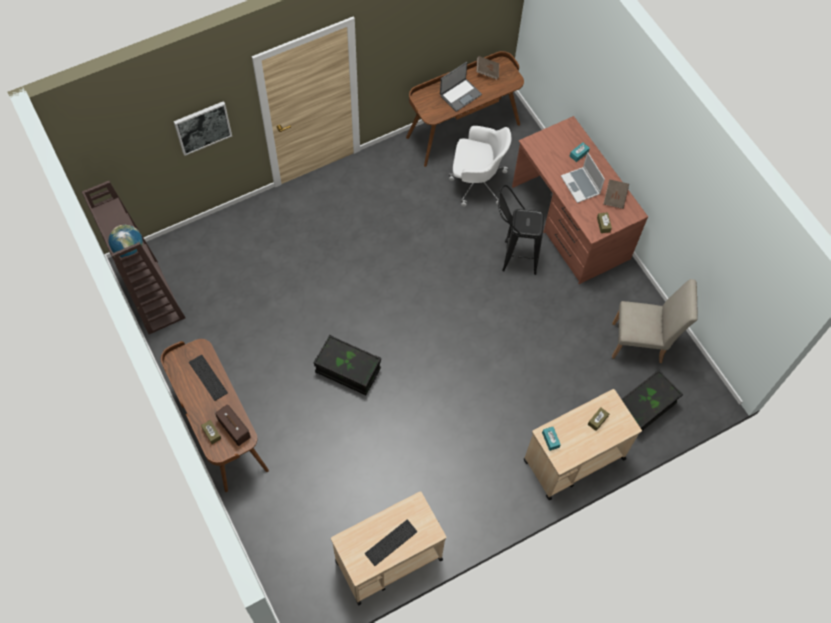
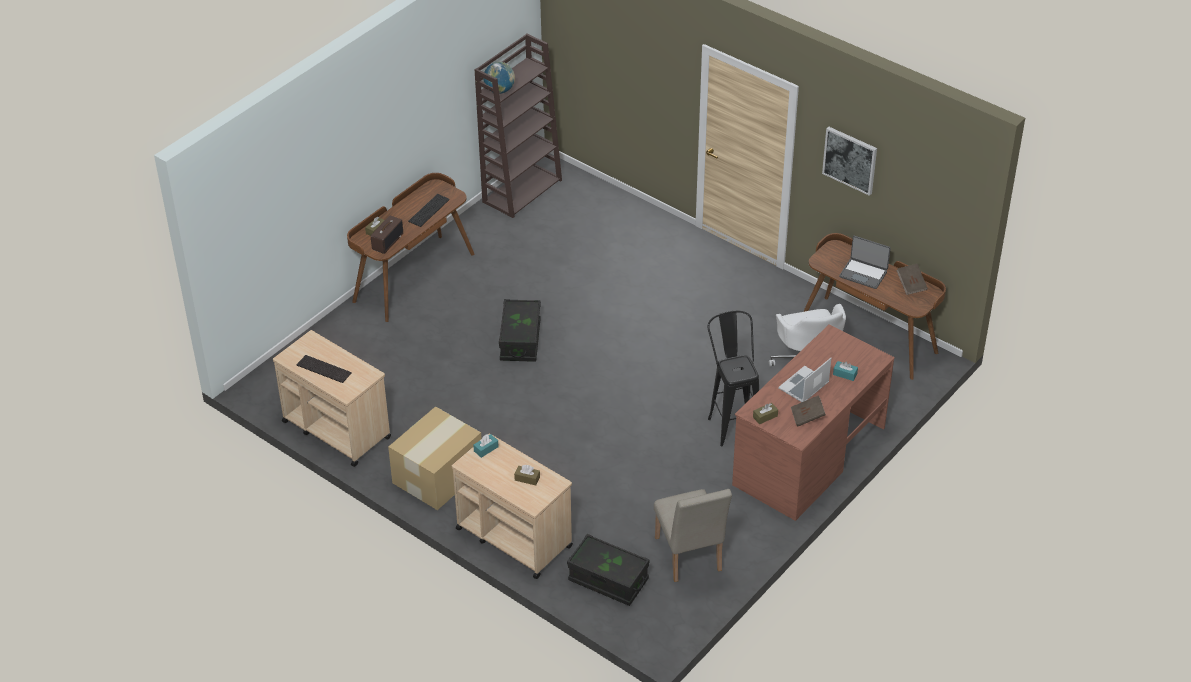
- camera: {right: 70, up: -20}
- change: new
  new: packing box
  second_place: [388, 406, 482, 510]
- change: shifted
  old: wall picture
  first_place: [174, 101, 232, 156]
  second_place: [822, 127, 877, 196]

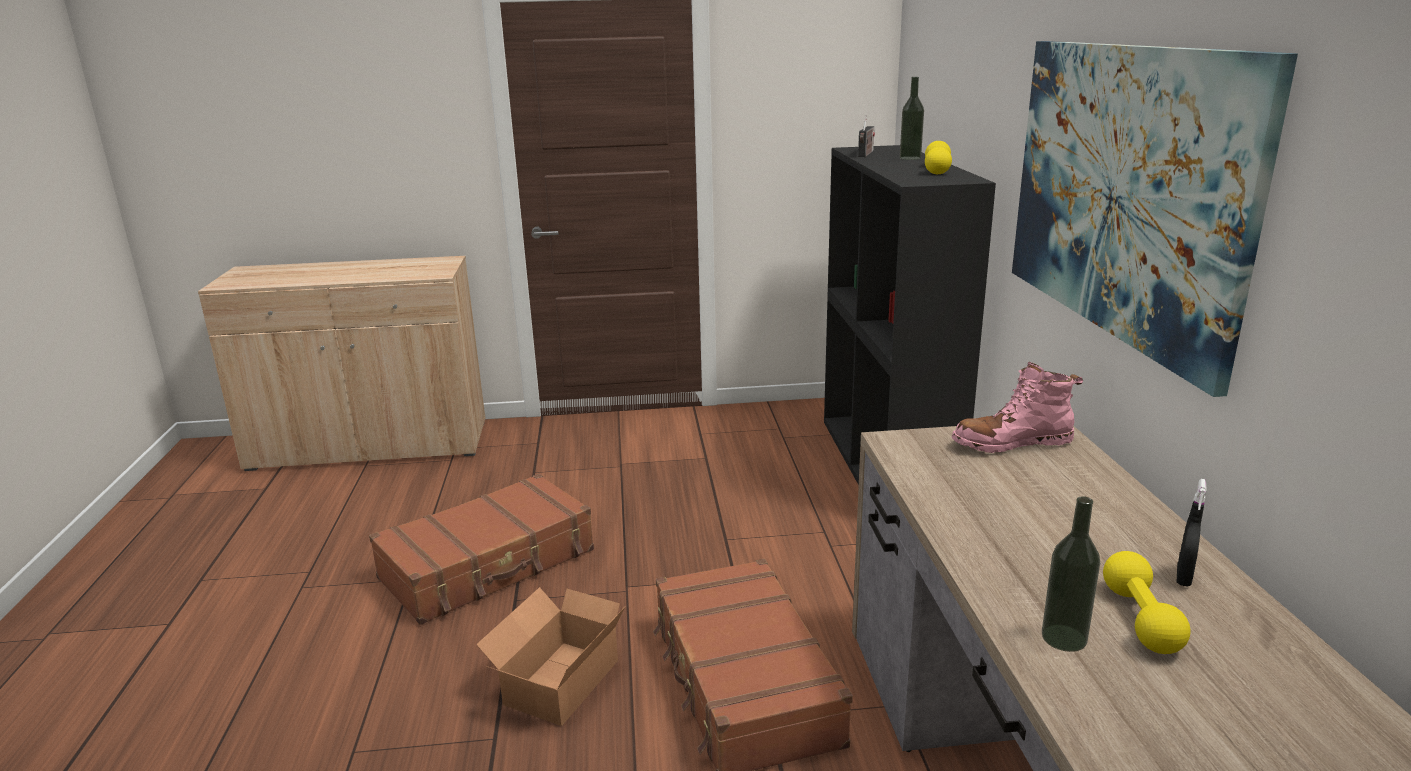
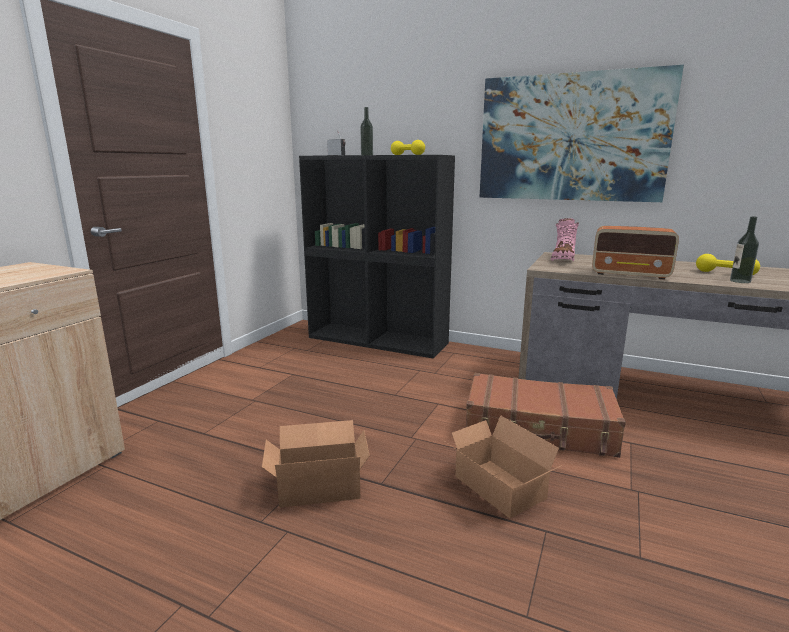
- camera: {right: -60, up: -5}
- change: gone
  old: blackish spray bottle
  first_place: [1177, 479, 1207, 586]
- change: new
  new: radio receiver
  second_place: [592, 226, 679, 280]
- change: swapped
  old: brownish piece of luggage
  new: packing box
  first_place: [369, 474, 594, 625]
  second_place: [262, 420, 370, 508]

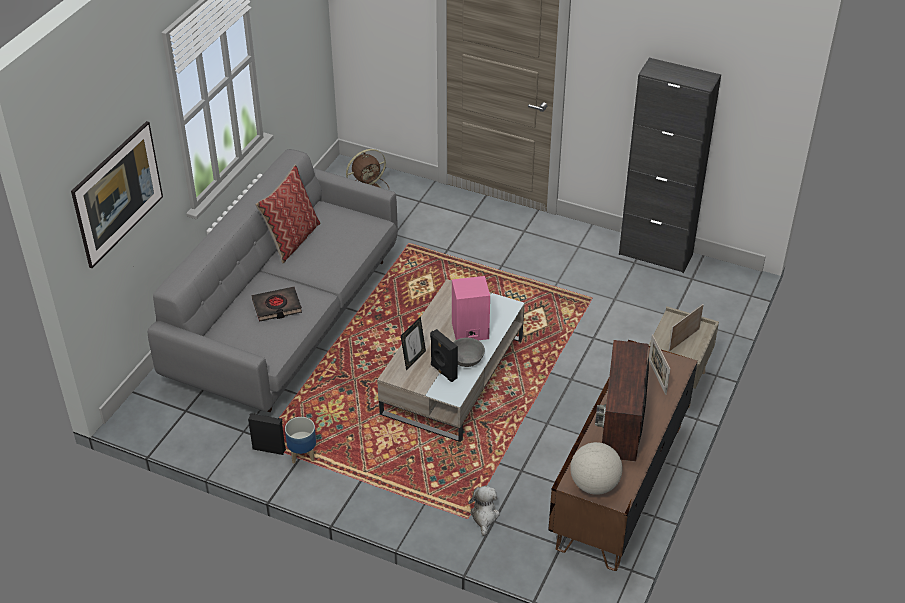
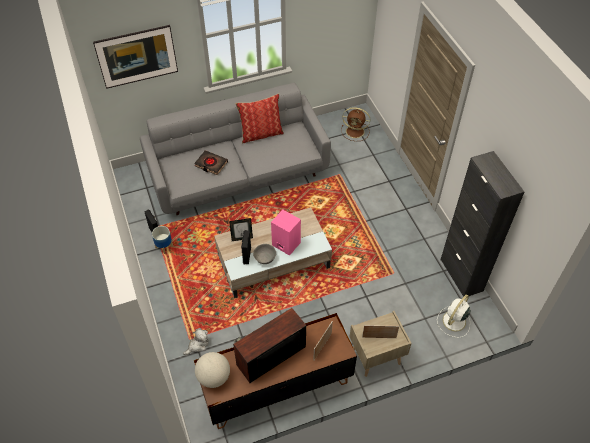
- camera: {right: 45, up: 10}
- change: new
  new: whitish electric fan
  second_place: [437, 294, 471, 338]

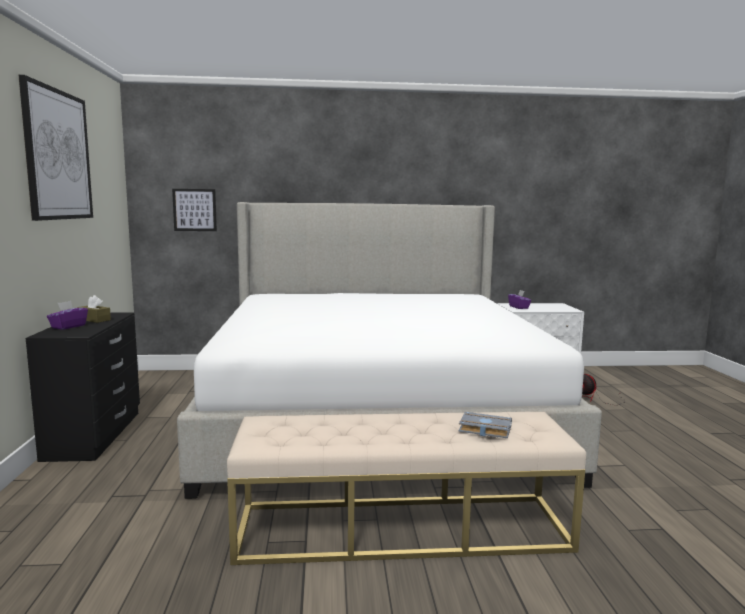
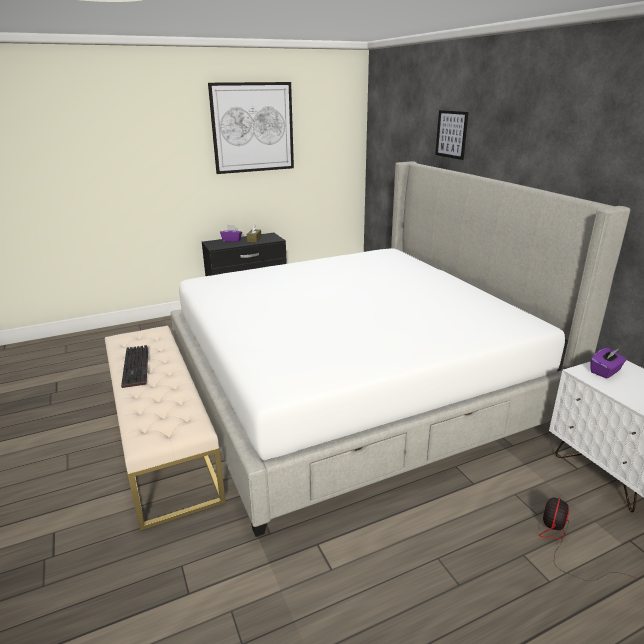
- camera: {right: 70, up: 15}
- change: gone
  old: gray volume
  first_place: [458, 412, 512, 438]
- change: new
  new: keyboard
  second_place: [121, 345, 148, 388]
- change: shifted
  old: wall picture
  first_place: [172, 189, 217, 231]
  second_place: [435, 110, 469, 160]

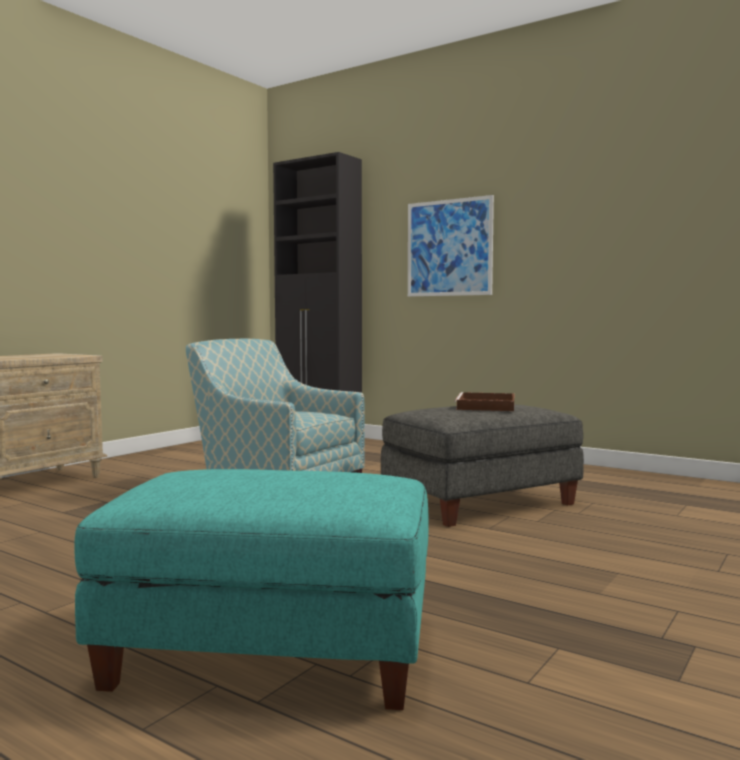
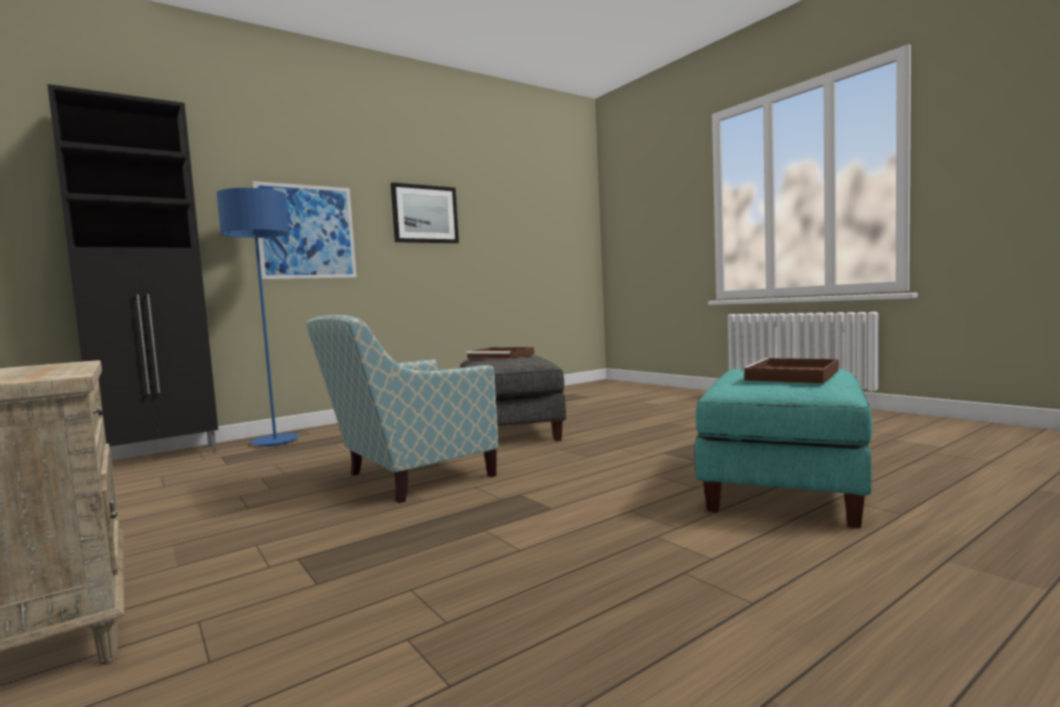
- camera: {right: -70, up: 0}
- change: new
  new: bluish standing lamp
  second_place: [217, 188, 300, 446]
- change: new
  new: wall picture
  second_place: [391, 182, 459, 243]
- change: new
  new: brownish serving tray
  second_place: [741, 358, 838, 383]

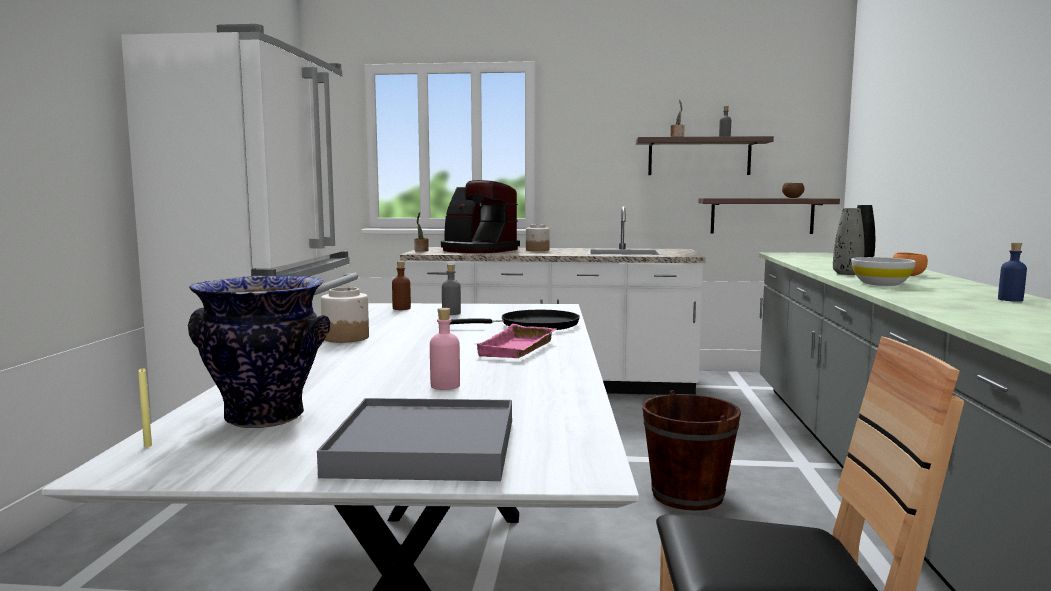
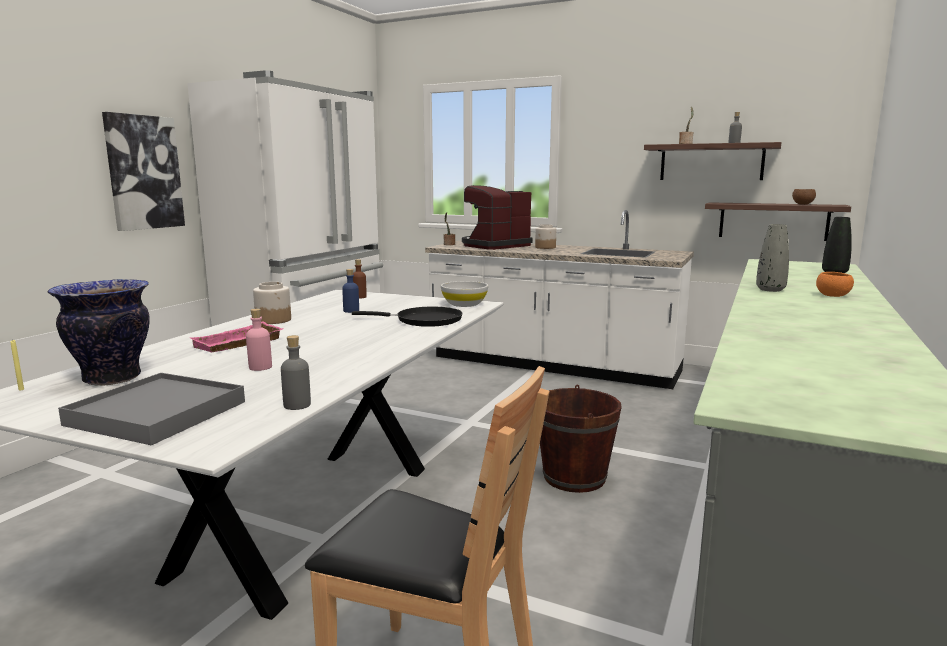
- camera: {right: 20, up: 5}
- change: new
  new: wall picture
  second_place: [102, 112, 185, 231]
- change: shifted
  old: gray bottle
  first_place: [442, 264, 461, 315]
  second_place: [281, 335, 311, 410]
- change: shifted
  old: pink serving tray
  first_place: [477, 324, 557, 358]
  second_place: [190, 322, 283, 352]
- change: shifted
  old: whitish bowl
  first_place: [851, 257, 916, 286]
  second_place: [441, 281, 488, 307]
- change: shifted
  old: bluish bottle
  first_place: [998, 243, 1027, 302]
  second_place: [342, 269, 359, 313]
- change: rotated
  old: coffee machine
  first_place: [441, 180, 520, 253]
  second_place: [462, 185, 533, 250]
  degrees: 90

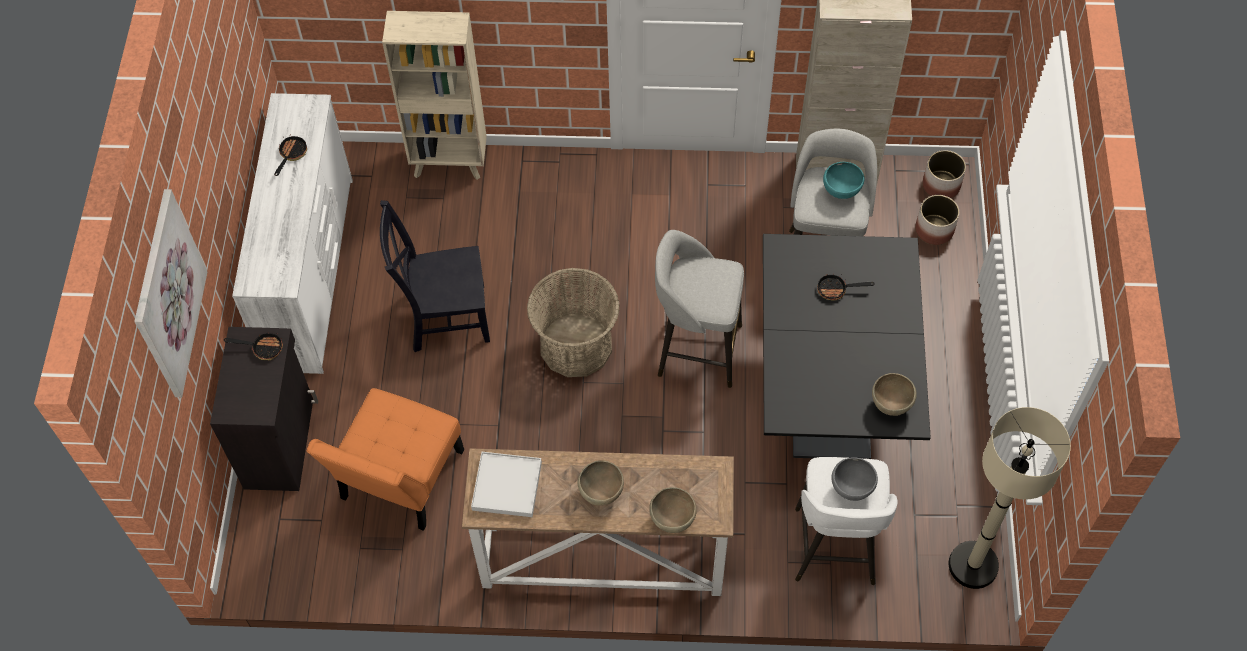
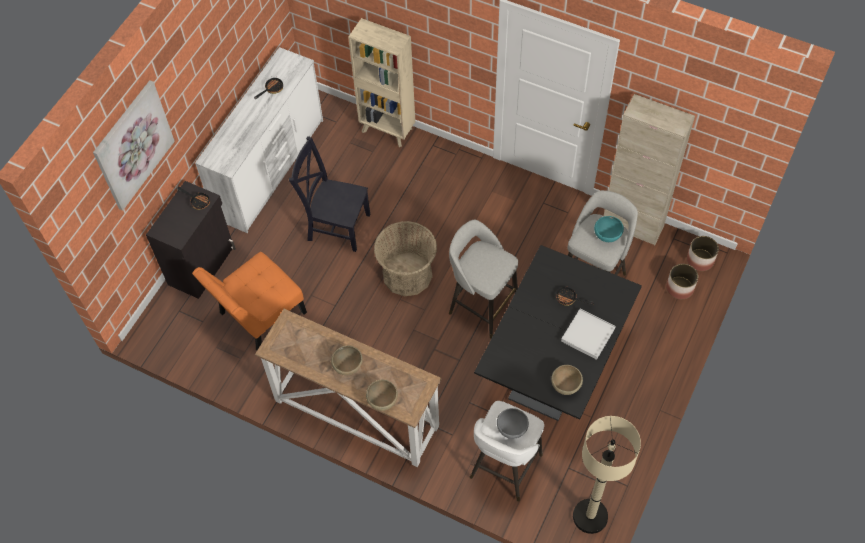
- camera: {right: 25, up: 0}
- change: shifted
  old: whitish serving tray
  first_place: [471, 452, 542, 517]
  second_place: [561, 308, 616, 360]

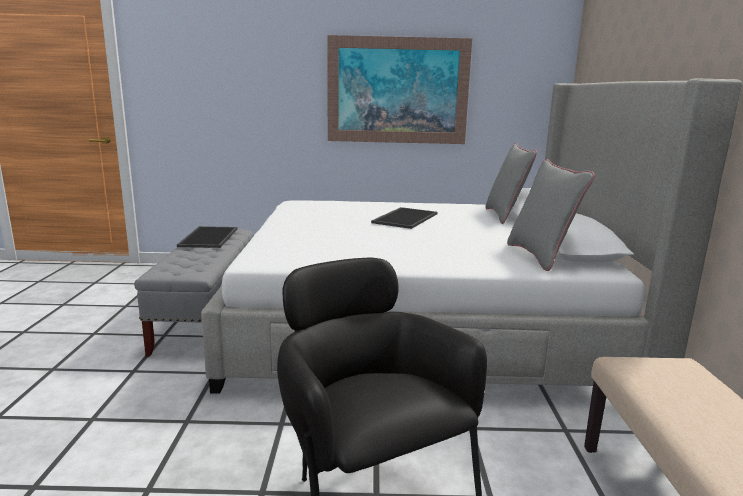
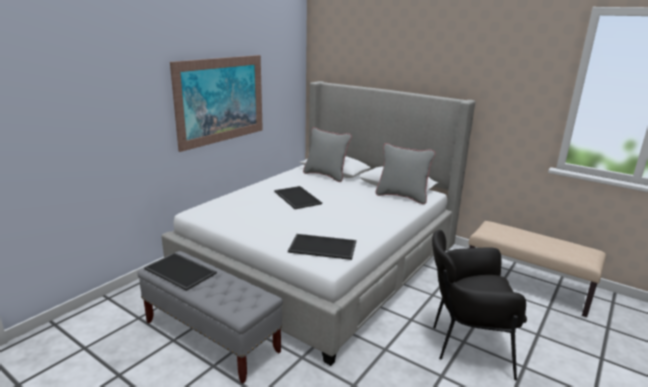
- camera: {right: -55, up: 5}
- change: new
  new: serving tray
  second_place: [288, 234, 356, 260]

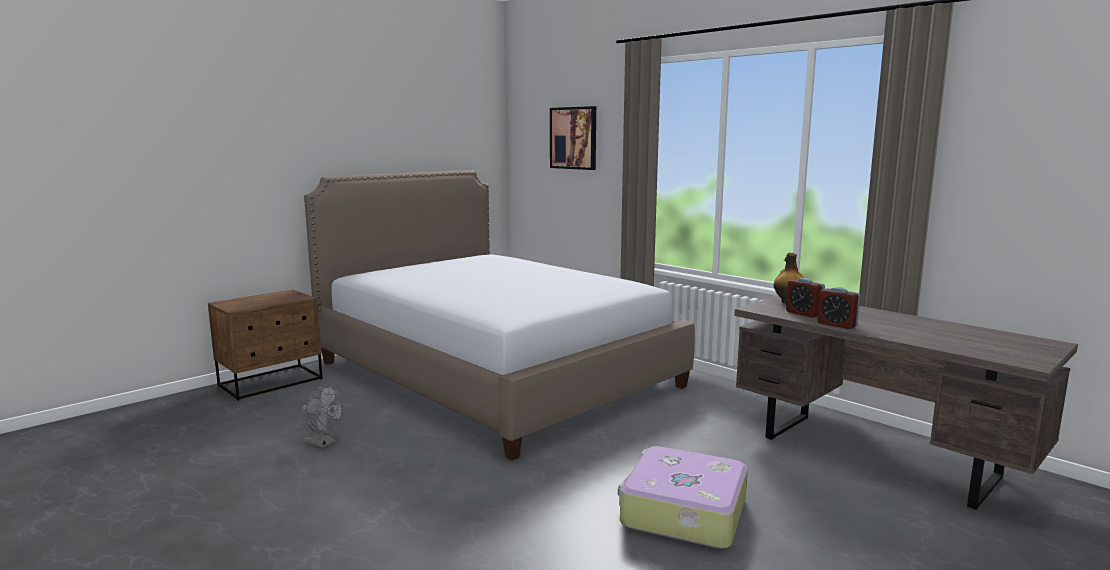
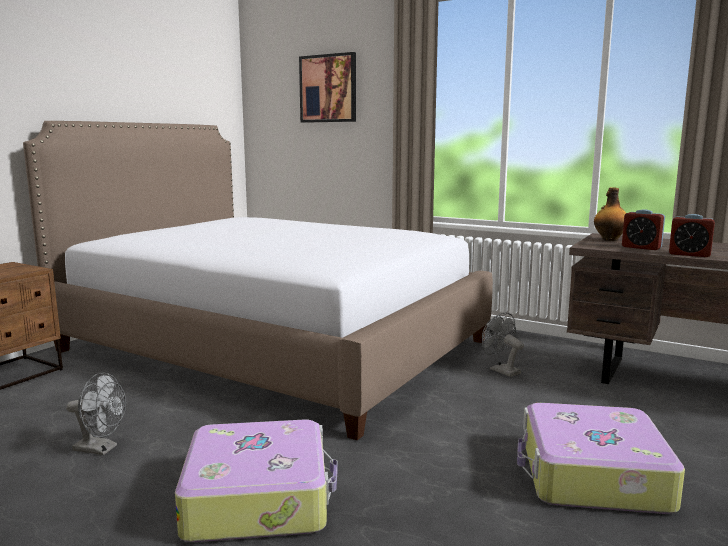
- camera: {right: -15, up: 0}
- change: new
  new: piece of luggage
  second_place: [175, 420, 338, 542]
- change: new
  new: gray electric fan
  second_place: [482, 313, 524, 377]

